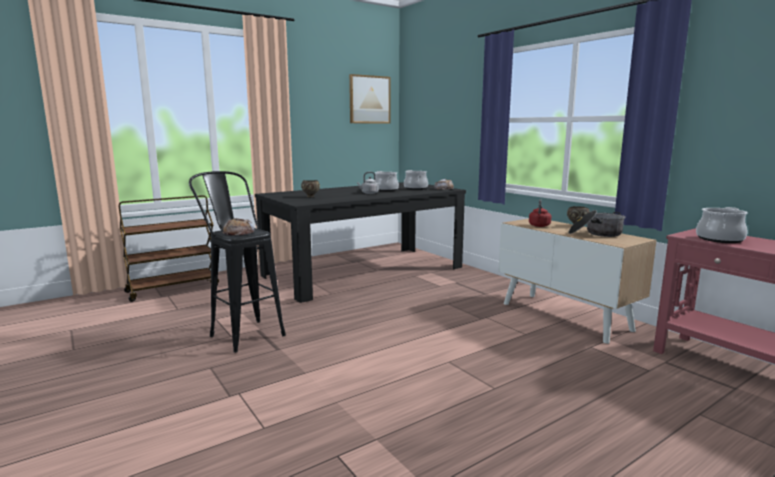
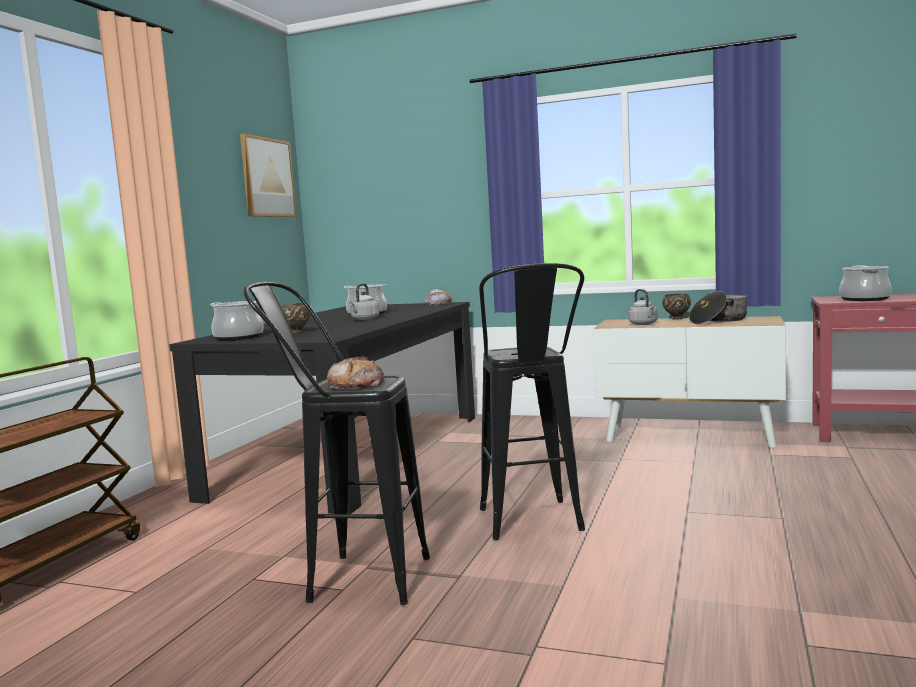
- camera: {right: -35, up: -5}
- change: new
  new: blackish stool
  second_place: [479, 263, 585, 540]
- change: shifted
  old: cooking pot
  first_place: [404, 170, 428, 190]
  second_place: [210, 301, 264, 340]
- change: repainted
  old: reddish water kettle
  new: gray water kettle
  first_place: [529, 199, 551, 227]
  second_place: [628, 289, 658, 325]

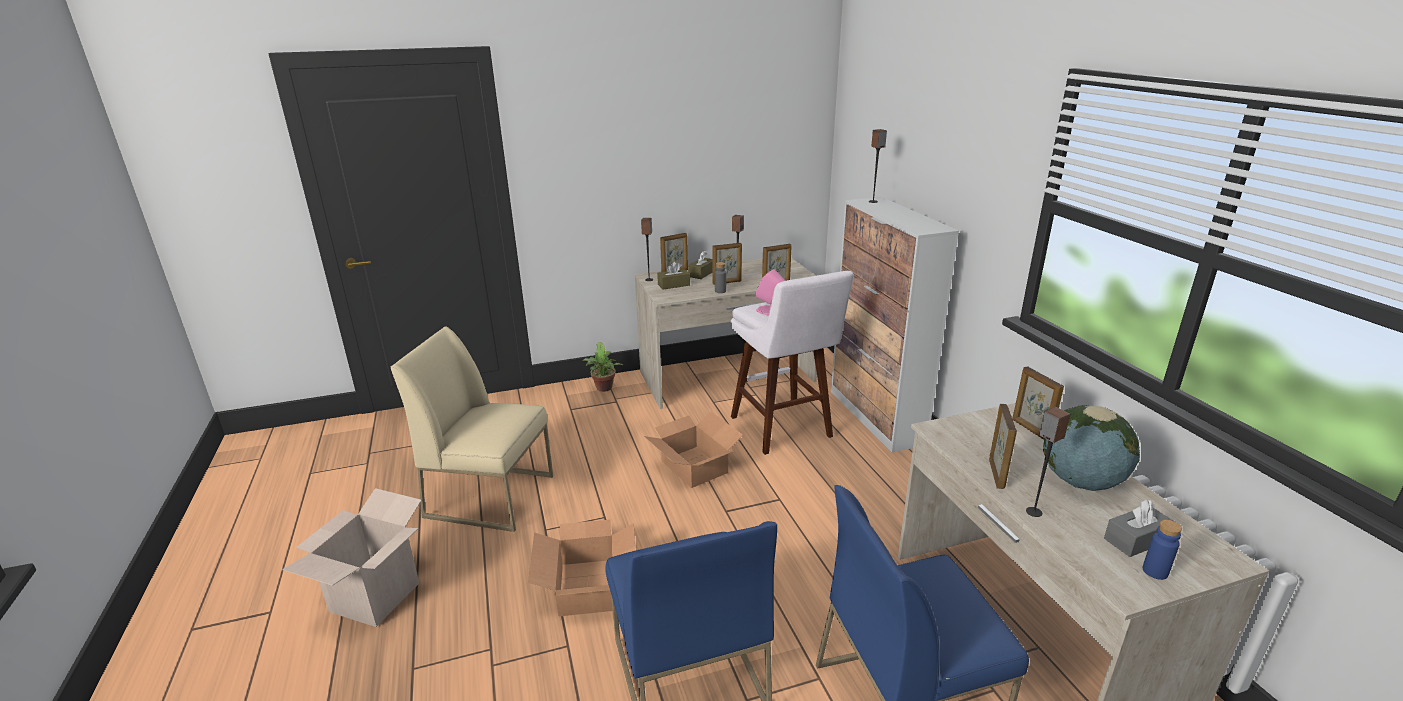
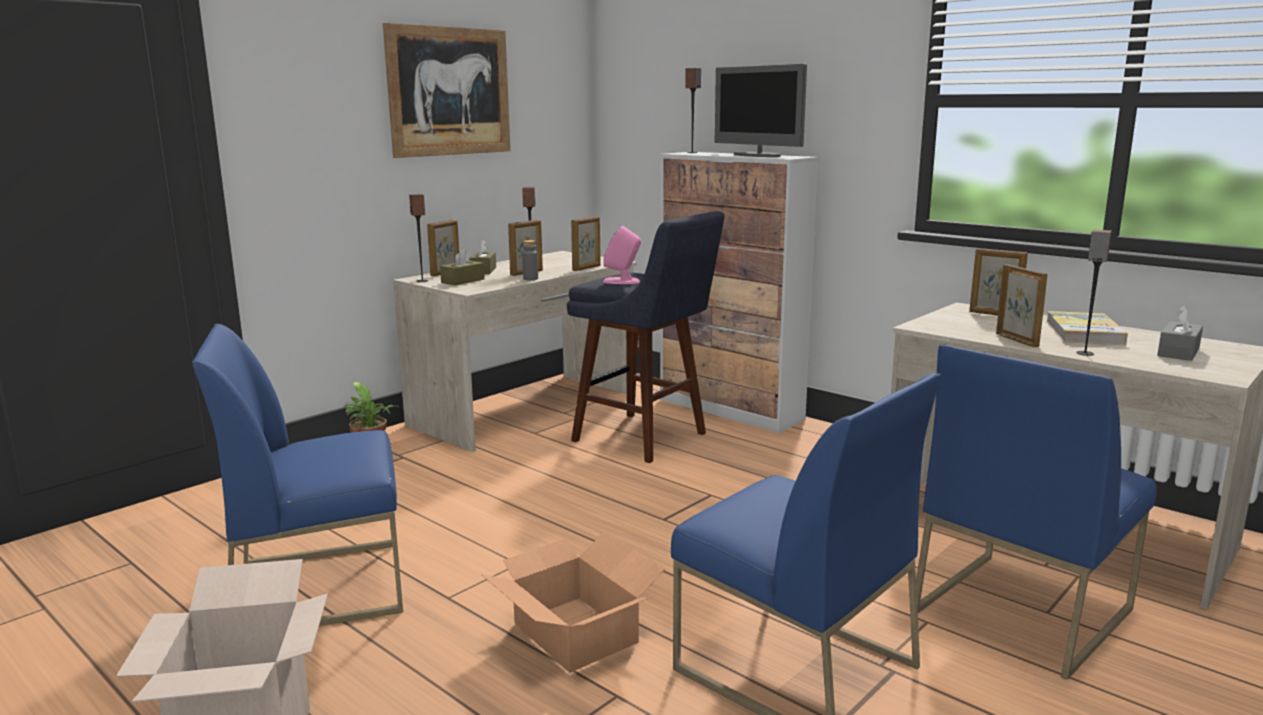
- camera: {right: -30, up: -10}
- change: gone
  old: packing box
  first_place: [644, 411, 743, 488]
- change: gone
  old: bluish bottle
  first_place: [1142, 520, 1182, 580]
- change: new
  new: wall picture
  second_place: [383, 23, 511, 158]
- change: new
  new: computer screen
  second_place: [714, 64, 807, 157]
- change: swapped
  old: globe
  new: volume
  first_place: [1043, 405, 1140, 491]
  second_place: [1046, 311, 1128, 345]
- change: repainted
  old: sand-coloured chair
  new: bluish chair
  first_place: [391, 326, 553, 532]
  second_place: [192, 324, 403, 626]
- change: repainted
  old: whitish stool
  new: bluish stool
  first_place: [731, 271, 854, 455]
  second_place: [567, 211, 725, 463]

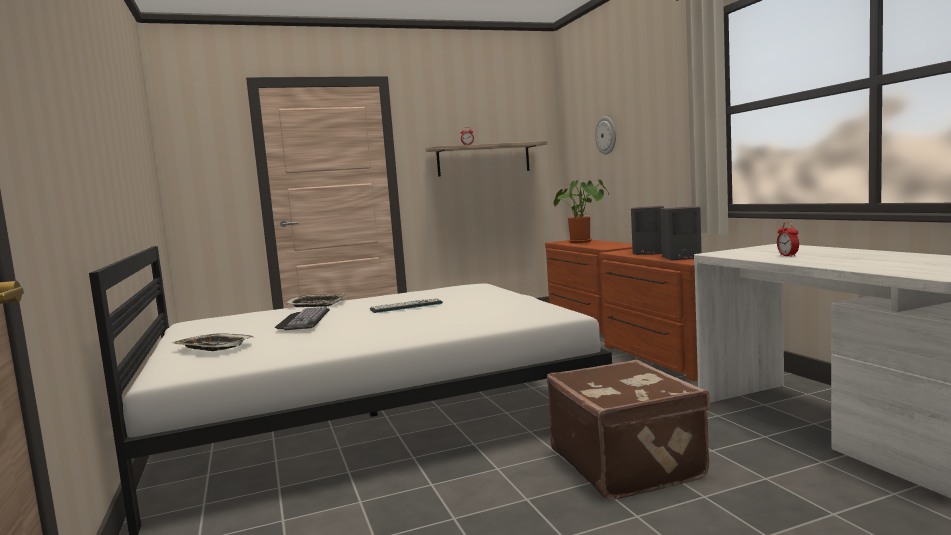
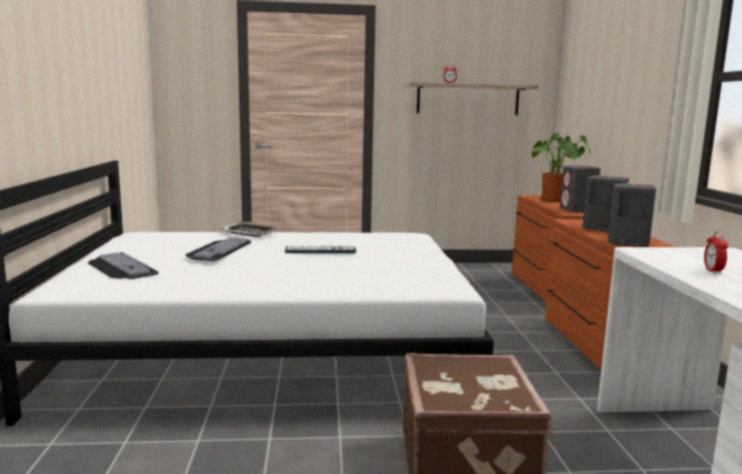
- camera: {right: 15, up: 5}
- change: gone
  old: clock on the wall
  first_place: [595, 116, 616, 155]
- change: new
  new: gray loudspeaker
  second_place: [560, 166, 601, 212]
- change: swapped
  old: serving tray
  new: keyboard
  first_place: [172, 333, 253, 351]
  second_place: [88, 252, 159, 279]

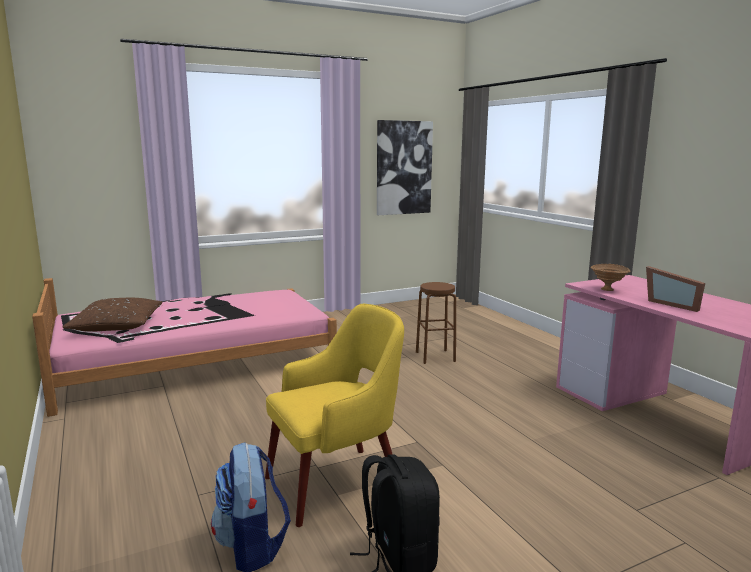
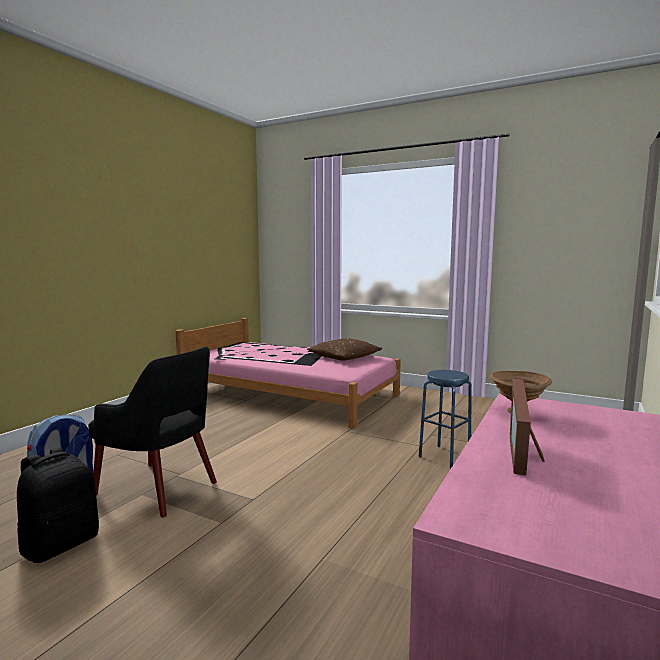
- camera: {right: 55, up: -5}
- change: gone
  old: wall picture
  first_place: [377, 120, 433, 215]
- change: shifted
  old: brownish throw pillow
  first_place: [63, 298, 163, 332]
  second_place: [307, 338, 383, 361]
- change: repainted
  old: yellowish armchair
  new: blackish armchair
  first_place: [265, 304, 404, 527]
  second_place: [88, 346, 217, 518]
- change: repainted
  old: brownish stool
  new: bluish stool
  first_place: [416, 282, 456, 364]
  second_place: [419, 370, 472, 469]

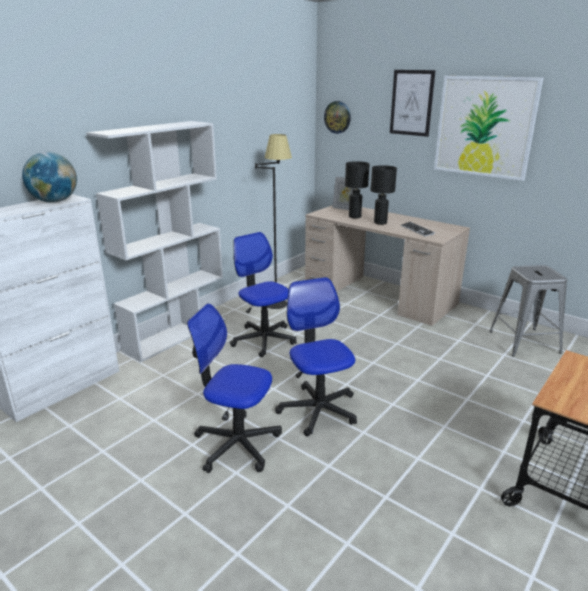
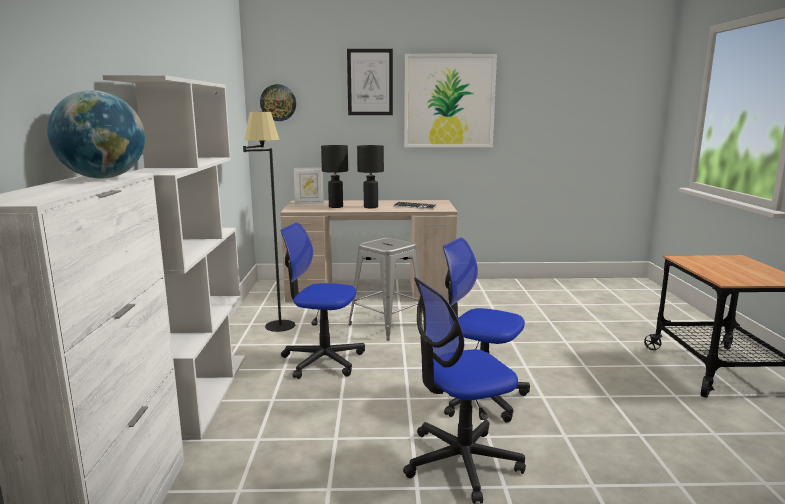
- camera: {right: -40, up: -10}
- change: shifted
  old: gray stool
  first_place: [489, 265, 567, 357]
  second_place: [348, 237, 424, 341]

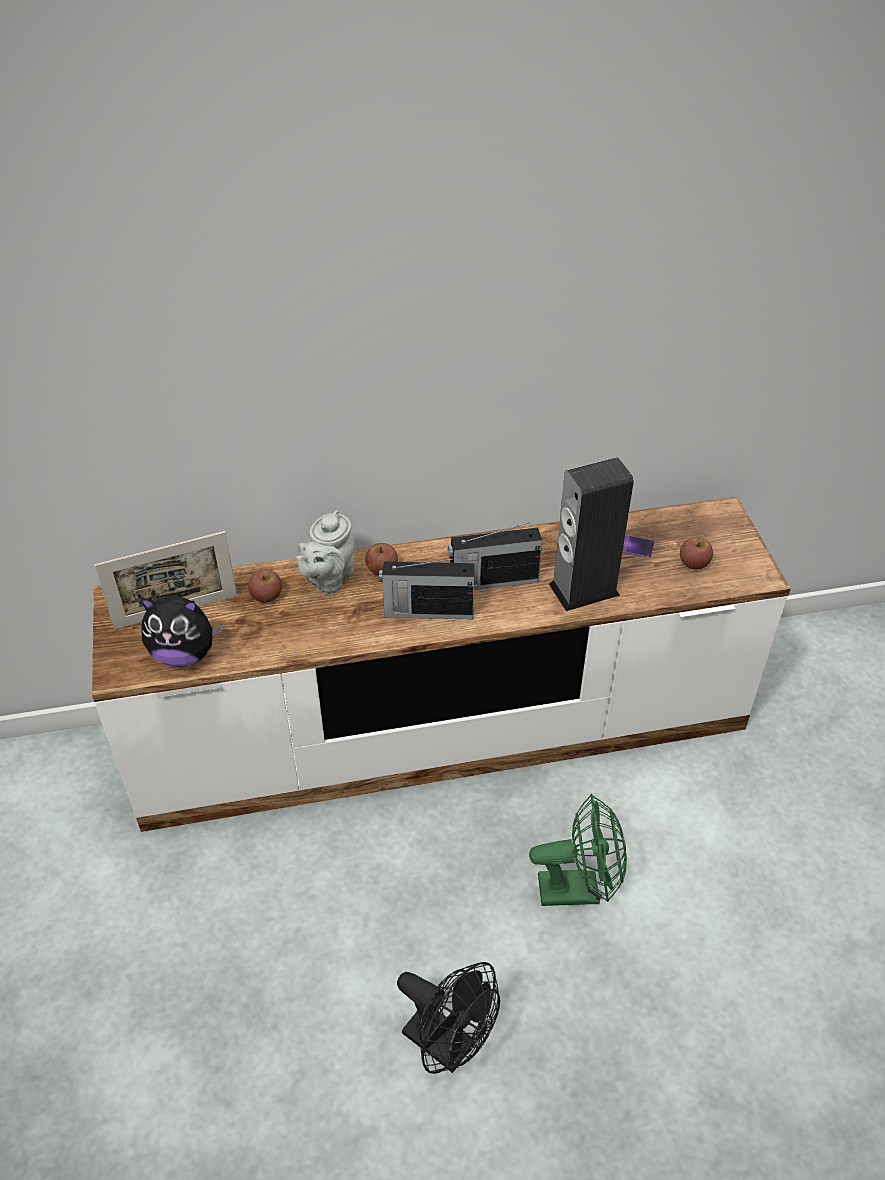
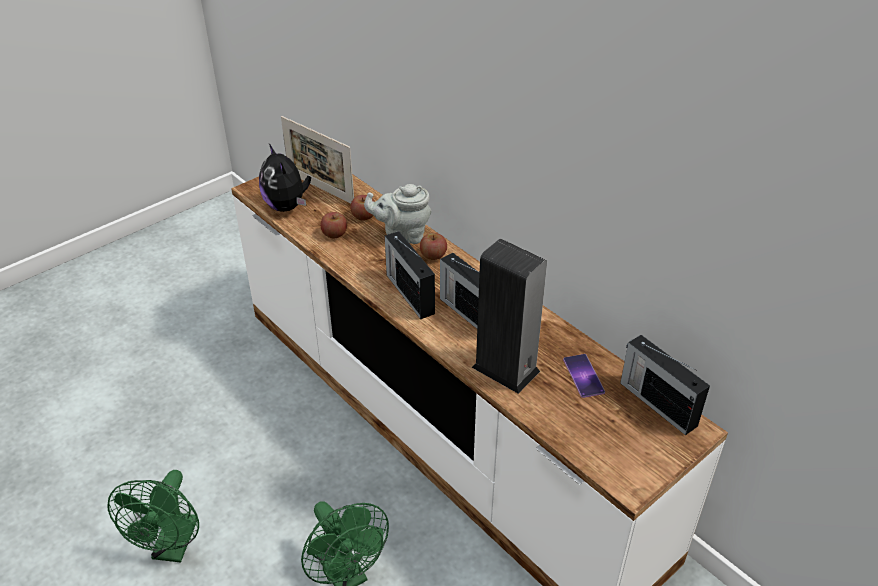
- camera: {right: 60, up: -5}
- change: new
  new: radio receiver
  second_place: [620, 335, 710, 435]
- change: shifted
  old: whole apple
  first_place: [680, 537, 713, 569]
  second_place: [320, 212, 347, 238]
- change: repainted
  old: blackish electric fan
  new: green electric fan
  first_place: [397, 962, 500, 1074]
  second_place: [107, 470, 199, 563]

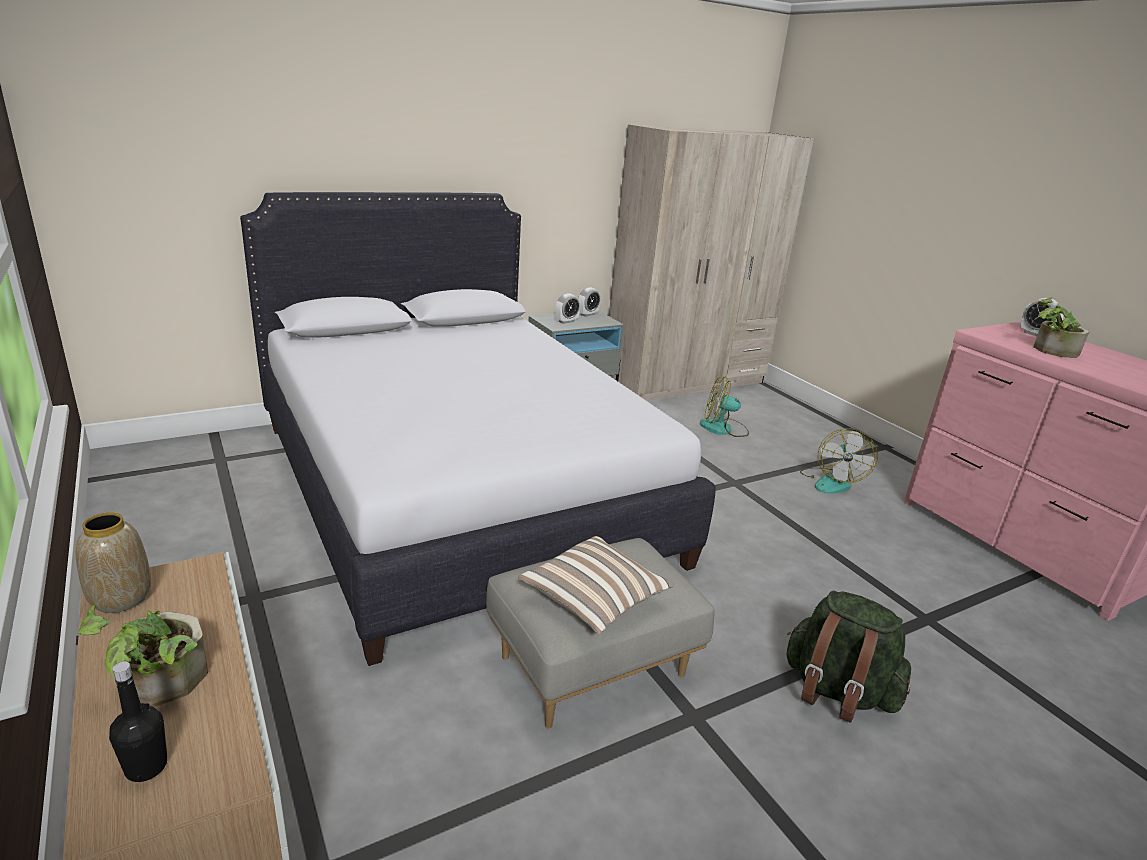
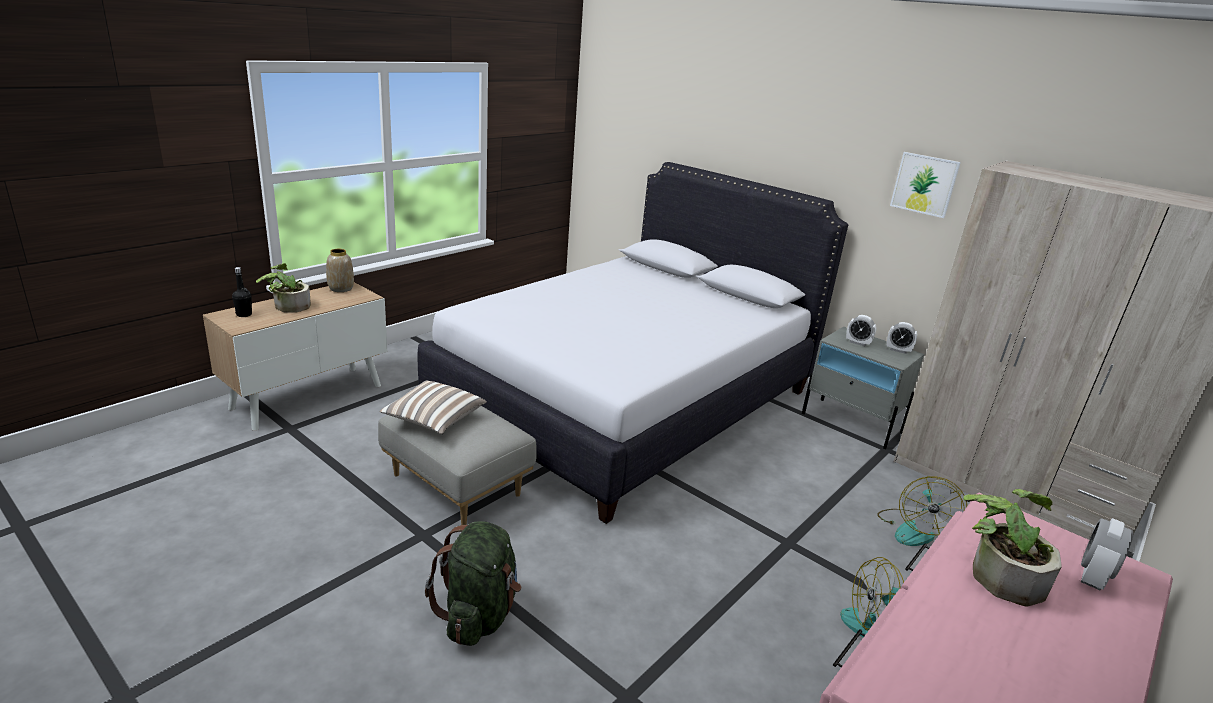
- camera: {right: 70, up: 0}
- change: new
  new: wall picture
  second_place: [890, 152, 961, 218]
- change: rotated
  old: electric fan
  first_place: [700, 376, 749, 437]
  second_place: [877, 476, 967, 546]
  degrees: -150

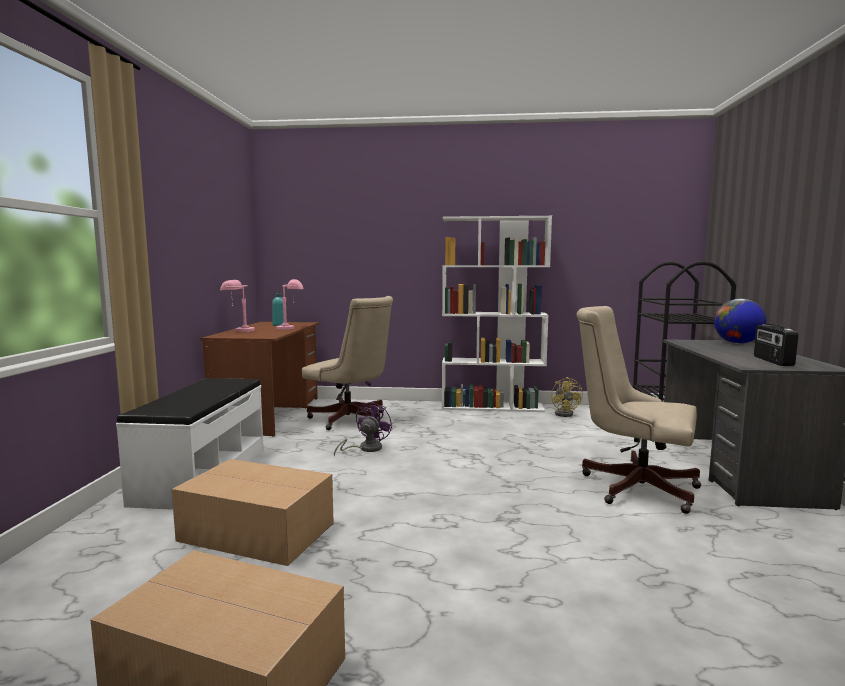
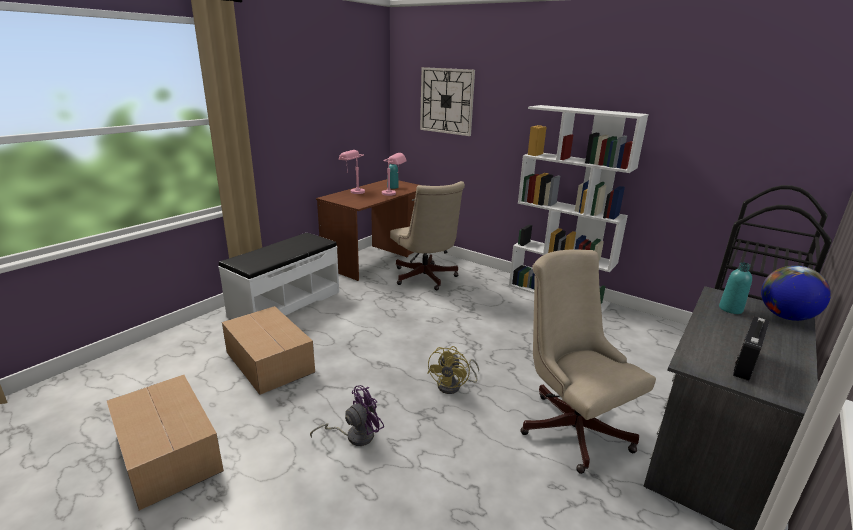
- camera: {right: 30, up: 15}
- change: new
  new: clock on the wall
  second_place: [420, 67, 475, 136]
- change: new
  new: blue-green bottle
  second_place: [719, 262, 752, 314]
- change: shifted
  old: purple electric fan
  first_place: [334, 401, 393, 457]
  second_place: [310, 385, 384, 446]
- change: shifted
  old: yellowish electric fan
  first_place: [551, 377, 583, 417]
  second_place: [427, 346, 479, 394]

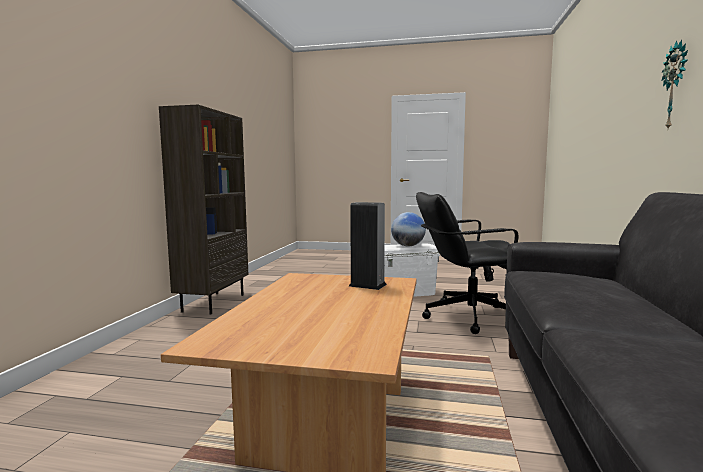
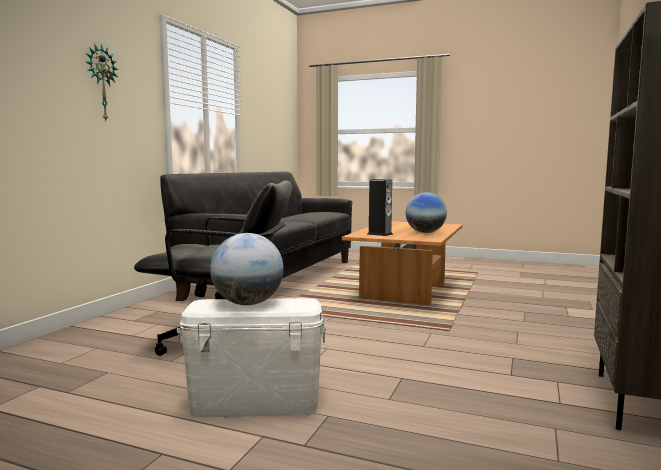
- camera: {right: -170, up: 0}
- change: new
  new: globe
  second_place: [406, 193, 447, 233]

